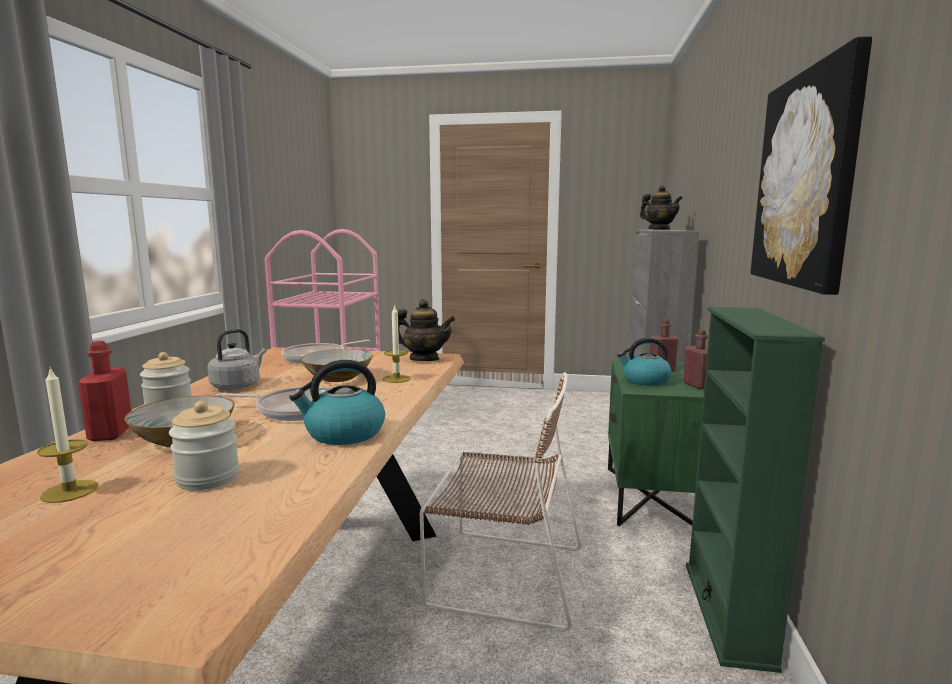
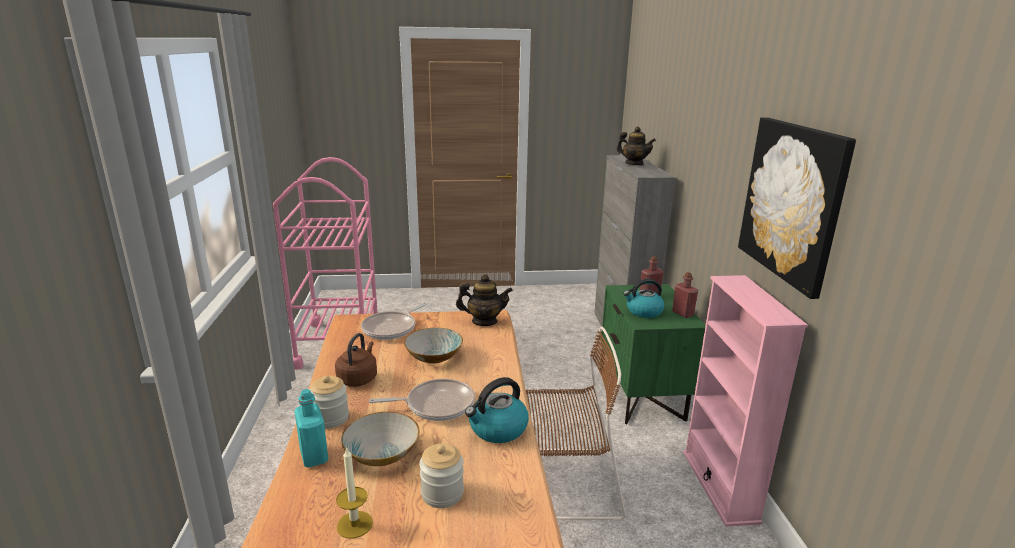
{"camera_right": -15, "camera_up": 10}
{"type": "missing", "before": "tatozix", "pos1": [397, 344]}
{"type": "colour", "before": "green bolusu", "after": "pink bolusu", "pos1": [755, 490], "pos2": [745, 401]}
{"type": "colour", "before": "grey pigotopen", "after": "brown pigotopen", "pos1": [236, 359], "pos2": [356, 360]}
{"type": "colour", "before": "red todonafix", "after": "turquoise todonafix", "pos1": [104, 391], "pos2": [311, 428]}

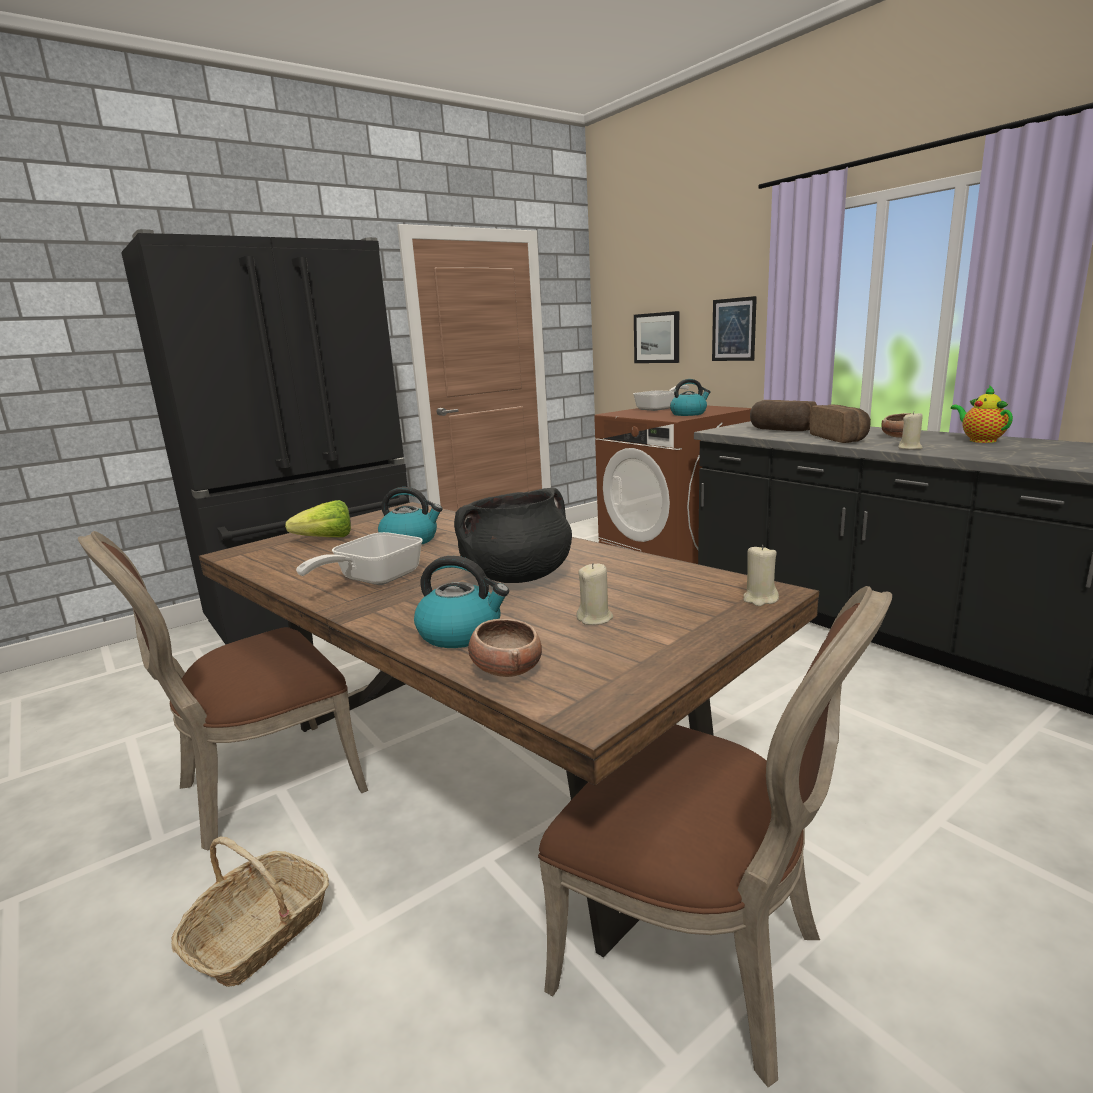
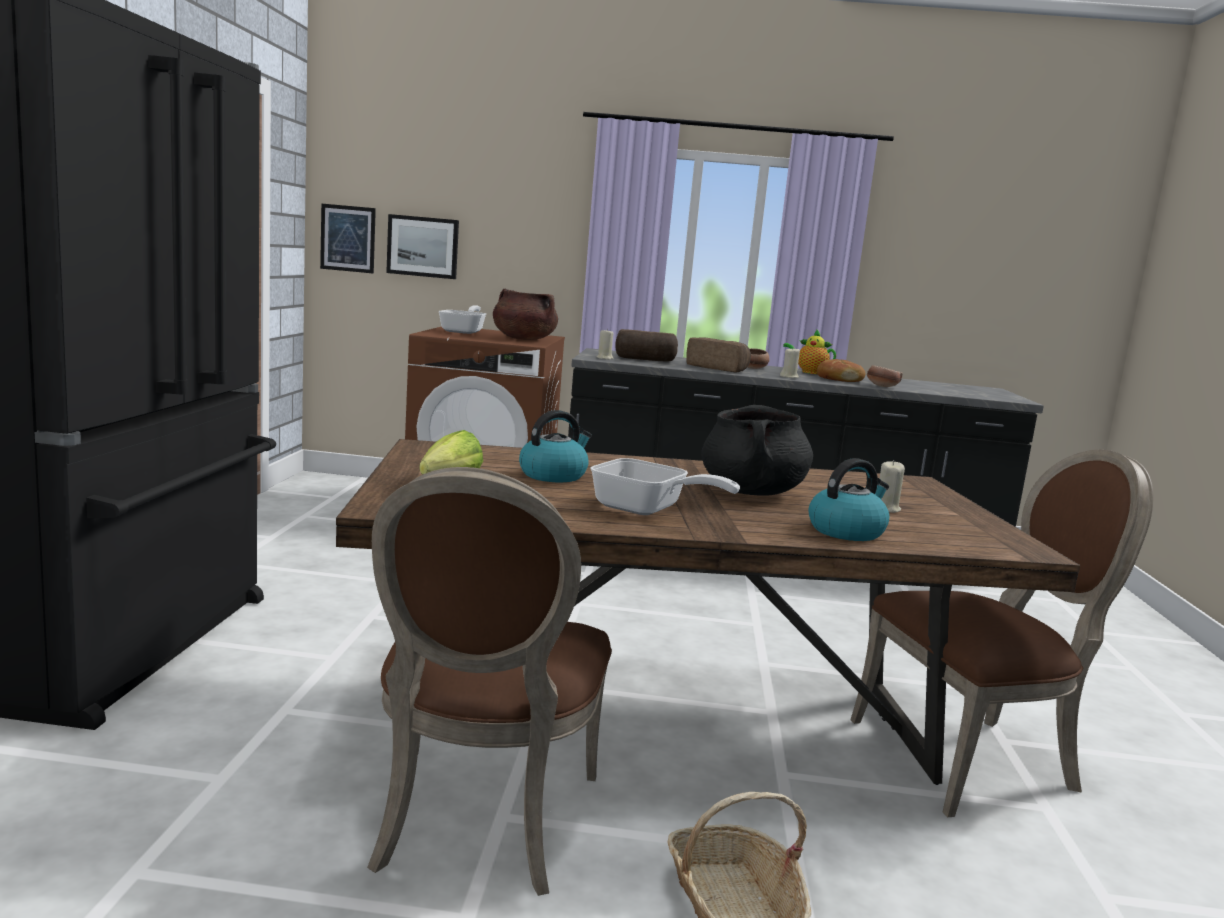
{"camera_right": -50, "camera_up": -5}
{"type": "relocated", "before": "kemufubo", "pos1": [734, 328], "pos2": [348, 238]}
{"type": "exchanged", "before": "pigotopen", "after": "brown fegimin", "pos1": [690, 397], "pos2": [525, 314]}
{"type": "spun", "before": "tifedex", "pos1": [359, 558], "pos2": [665, 486], "turn": -45}
{"type": "relocated", "before": "beige tatozix", "pos1": [761, 575], "pos2": [604, 344]}
{"type": "relocated", "before": "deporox", "pos1": [505, 648], "pos2": [885, 376]}
{"type": "appeared", "after": "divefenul", "pos2": [841, 370]}

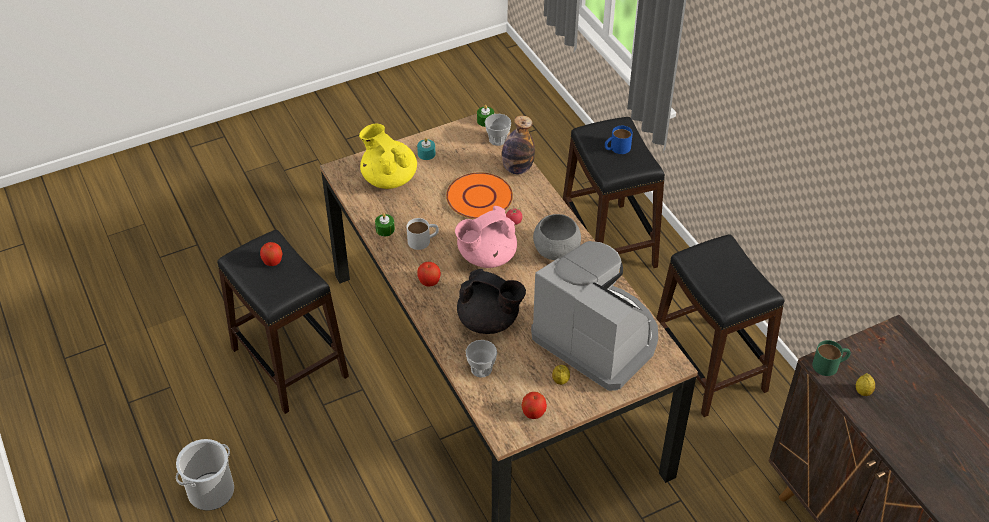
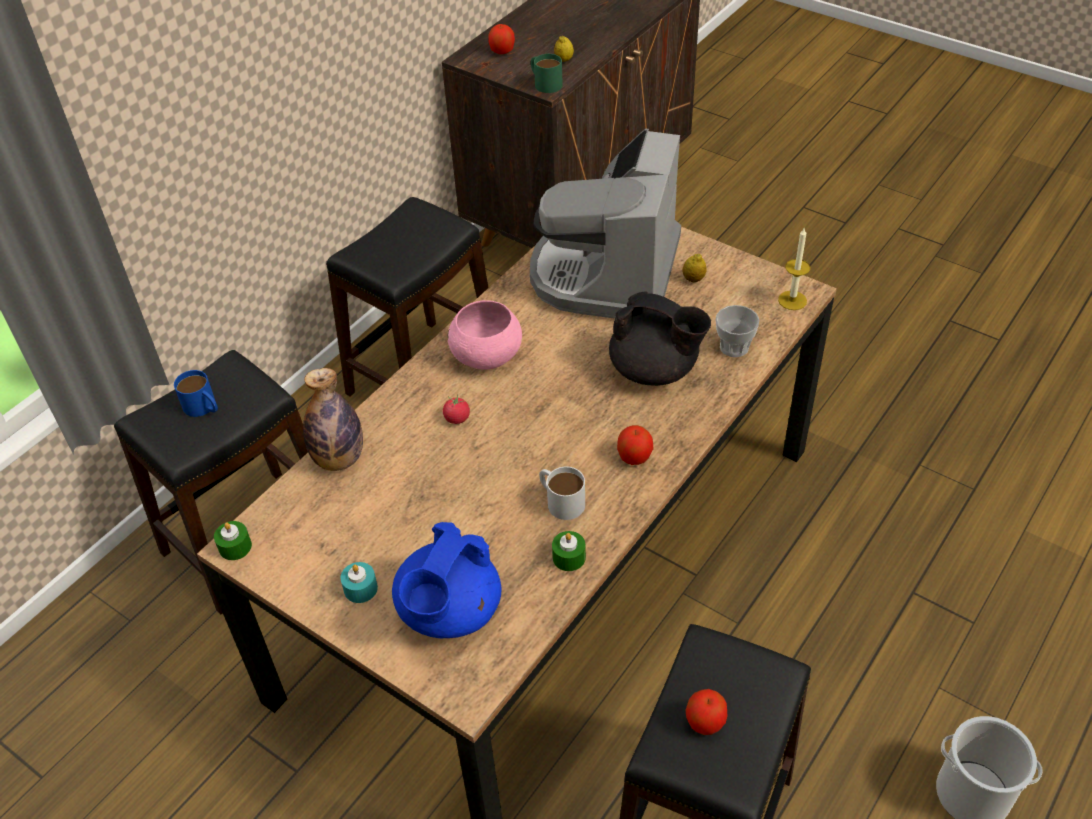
{"camera_right": -115, "camera_up": 0}
{"type": "missing", "before": "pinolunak", "pos1": [498, 130]}
{"type": "colour", "before": "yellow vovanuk", "after": "blue vovanuk", "pos1": [388, 156], "pos2": [446, 580]}
{"type": "missing", "before": "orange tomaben", "pos1": [479, 195]}
{"type": "missing", "before": "pink vovanuk", "pos1": [486, 237]}
{"type": "colour", "before": "grey deporox", "after": "pink deporox", "pos1": [557, 237], "pos2": [485, 334]}
{"type": "spun", "before": "black vovanuk", "pos1": [491, 301], "pos2": [660, 338], "turn": 120}
{"type": "relocated", "before": "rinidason", "pos1": [534, 405], "pos2": [501, 39]}
{"type": "appeared", "after": "tatozix", "pos2": [794, 269]}

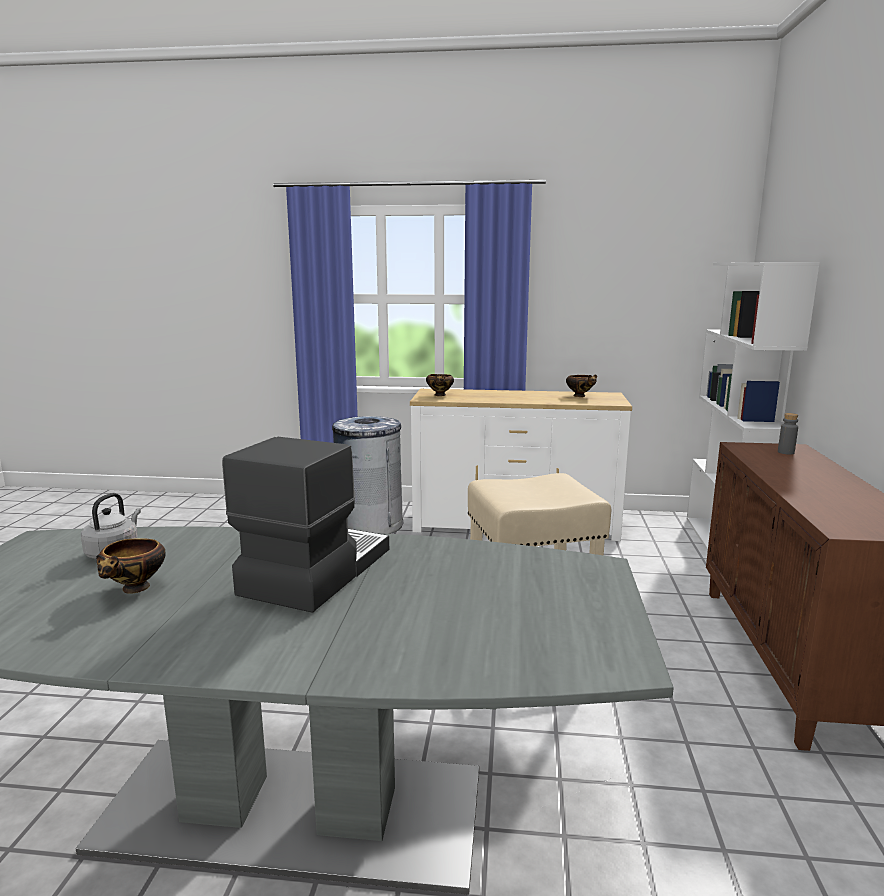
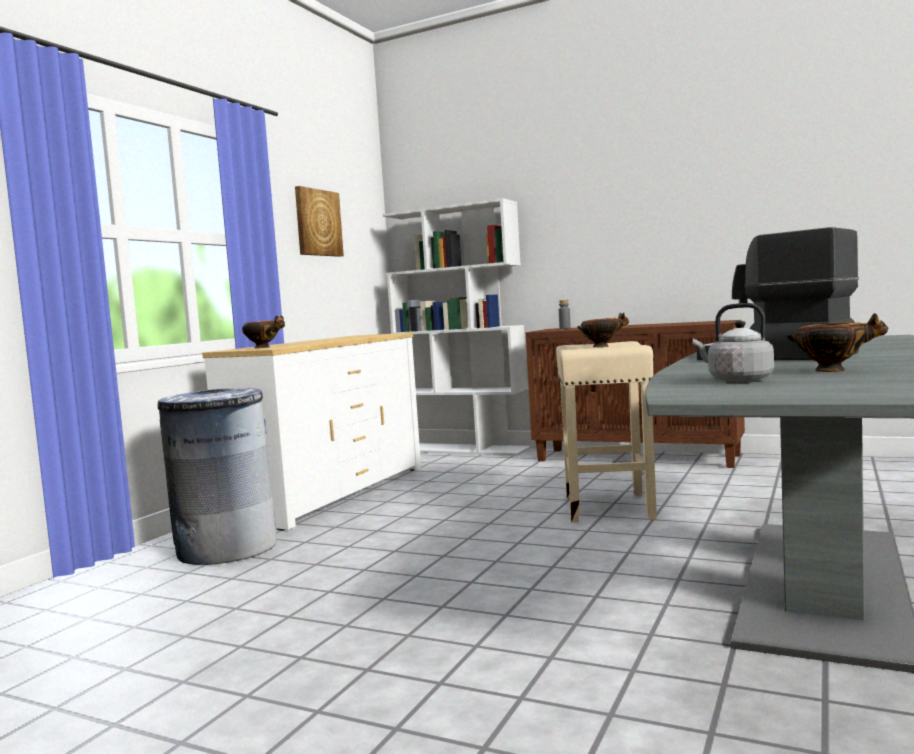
{"camera_right": -70, "camera_up": -10}
{"type": "relocated", "before": "deporox", "pos1": [581, 385], "pos2": [603, 330]}
{"type": "appeared", "after": "kemufubo", "pos2": [319, 221]}

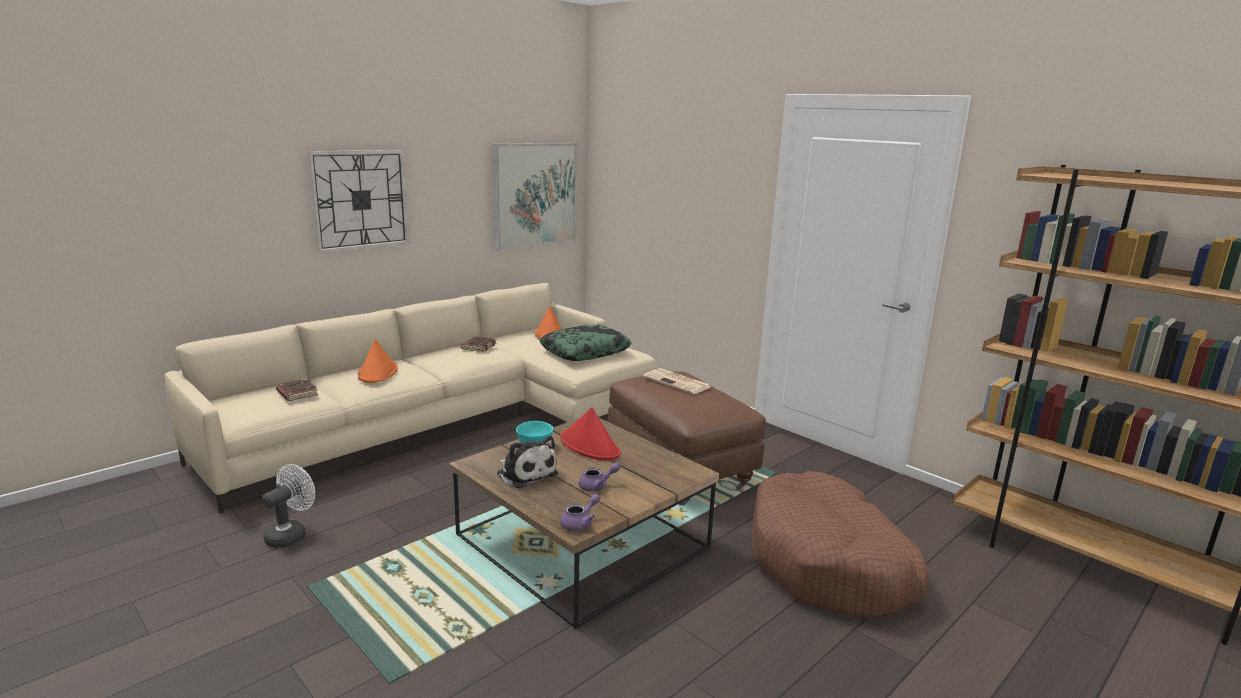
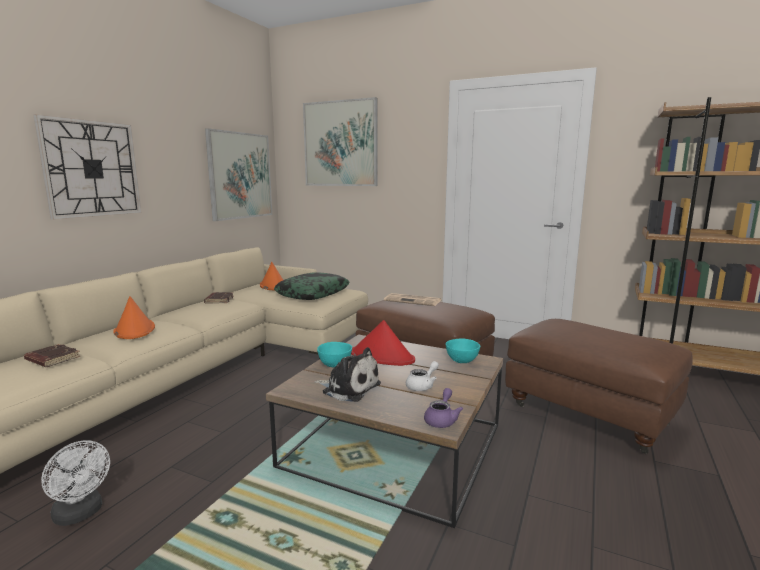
{"camera_right": -20, "camera_up": -5}
{"type": "colour", "before": "purple vovanuk", "after": "white vovanuk", "pos1": [599, 477], "pos2": [422, 376]}
{"type": "spun", "before": "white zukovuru", "pos1": [288, 506], "pos2": [75, 483], "turn": 120}
{"type": "exchanged", "before": "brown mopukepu", "after": "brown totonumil", "pos1": [840, 544], "pos2": [599, 386]}
{"type": "appeared", "after": "kemufubo", "pos2": [340, 141]}
{"type": "appeared", "after": "turquoise deporox", "pos2": [463, 351]}

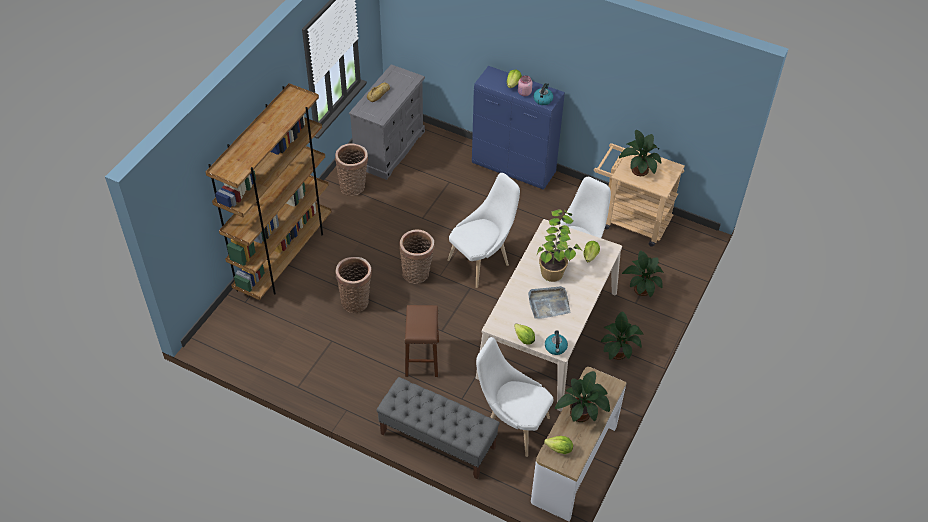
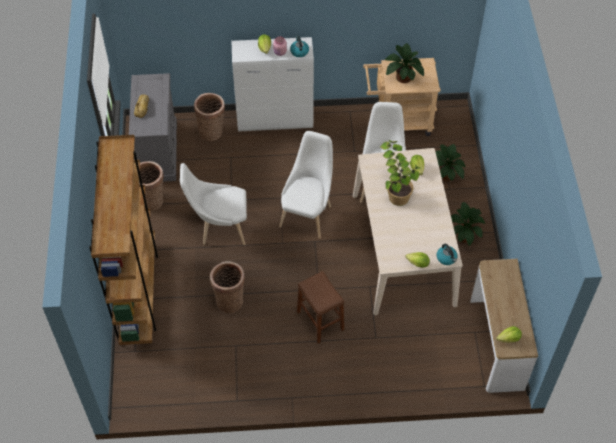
{"camera_right": -30, "camera_up": 5}
{"type": "colour", "before": "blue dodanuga", "after": "white dodanuga", "pos1": [518, 128], "pos2": [272, 84]}
{"type": "relocated", "before": "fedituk", "pos1": [417, 257], "pos2": [209, 117]}
{"type": "missing", "before": "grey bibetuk", "pos1": [549, 302]}
{"type": "relocated", "before": "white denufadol", "pos1": [515, 397], "pos2": [213, 204]}
{"type": "missing", "before": "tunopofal", "pos1": [582, 396]}
{"type": "missing", "before": "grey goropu", "pos1": [438, 428]}

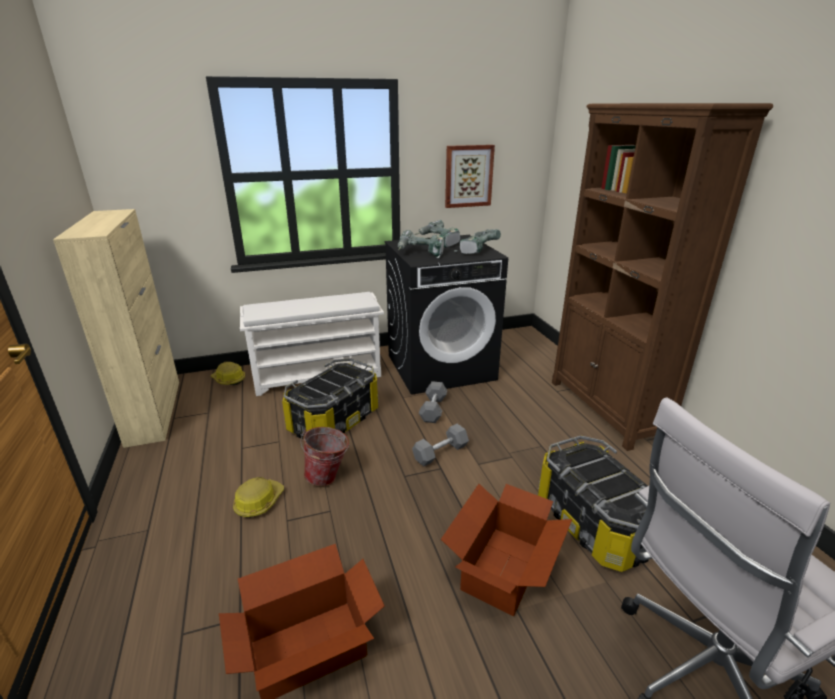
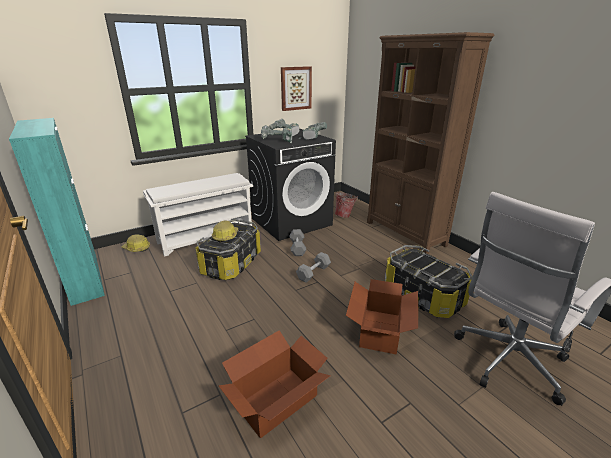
{"camera_right": -15, "camera_up": 0}
{"type": "colour", "before": "beige dodanuga", "after": "turquoise dodanuga", "pos1": [116, 328], "pos2": [57, 212]}
{"type": "relocated", "before": "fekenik", "pos1": [325, 456], "pos2": [346, 205]}
{"type": "relocated", "before": "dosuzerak", "pos1": [258, 497], "pos2": [225, 231]}

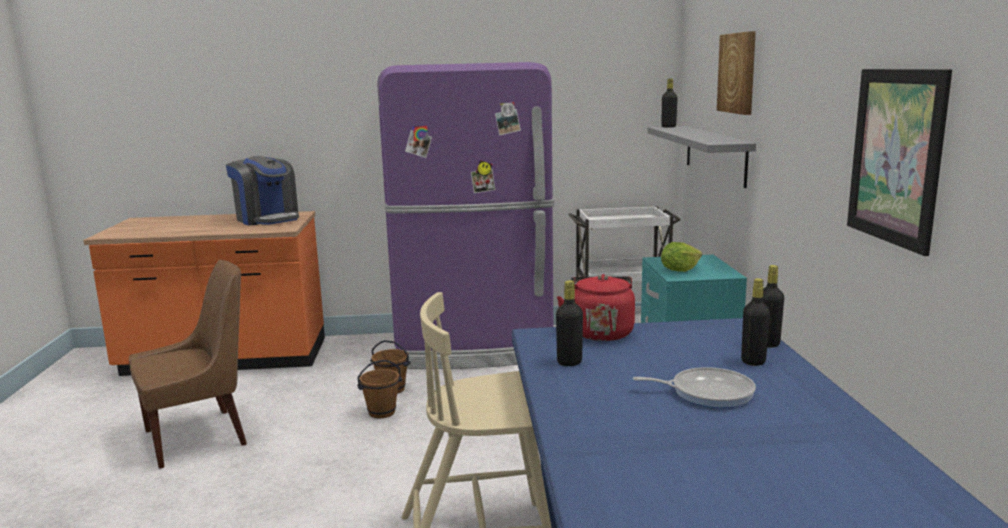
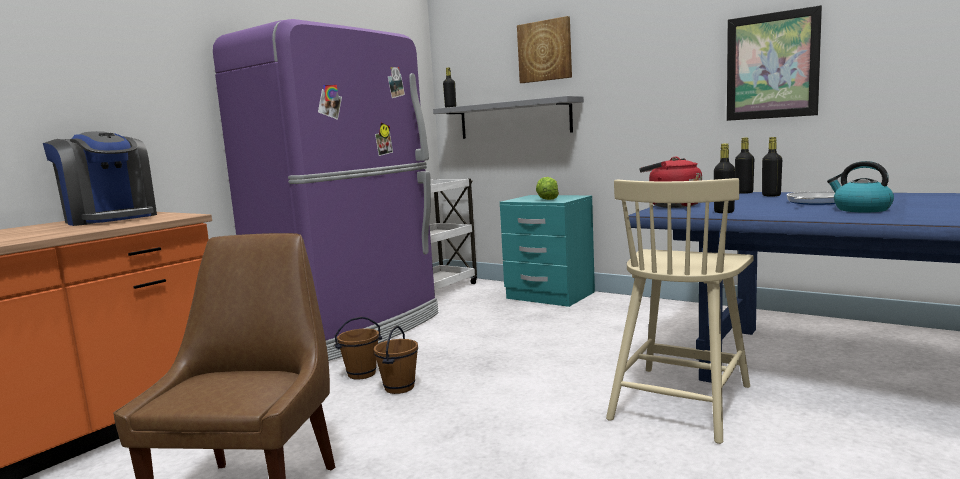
{"camera_right": -50, "camera_up": -5}
{"type": "spun", "before": "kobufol", "pos1": [262, 191], "pos2": [100, 178], "turn": 45}
{"type": "appeared", "after": "pigotopen", "pos2": [860, 186]}

